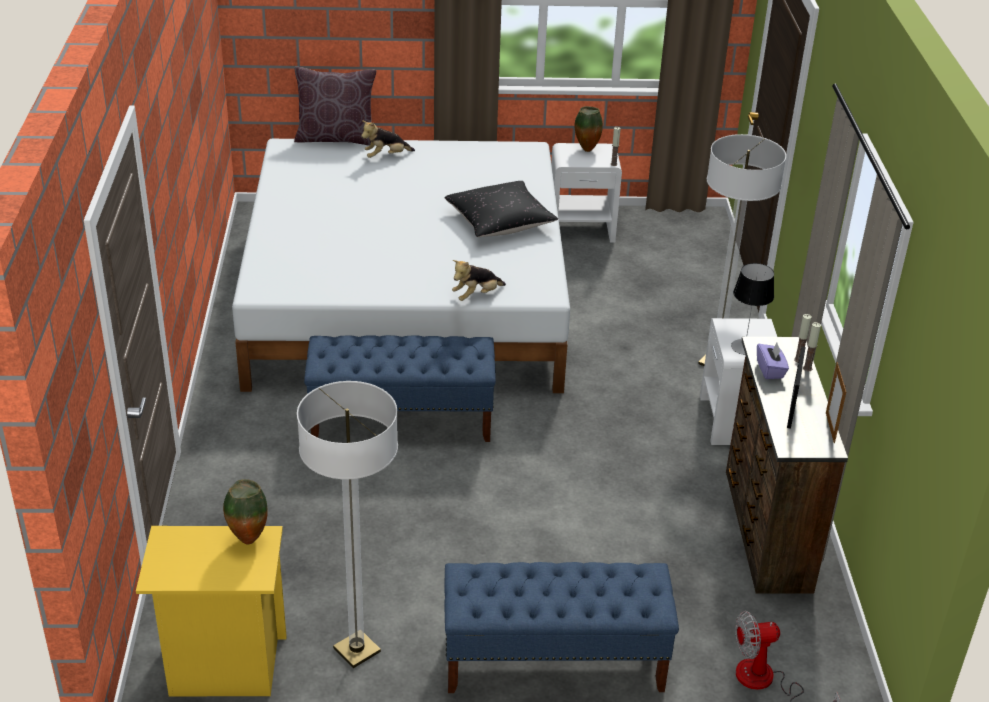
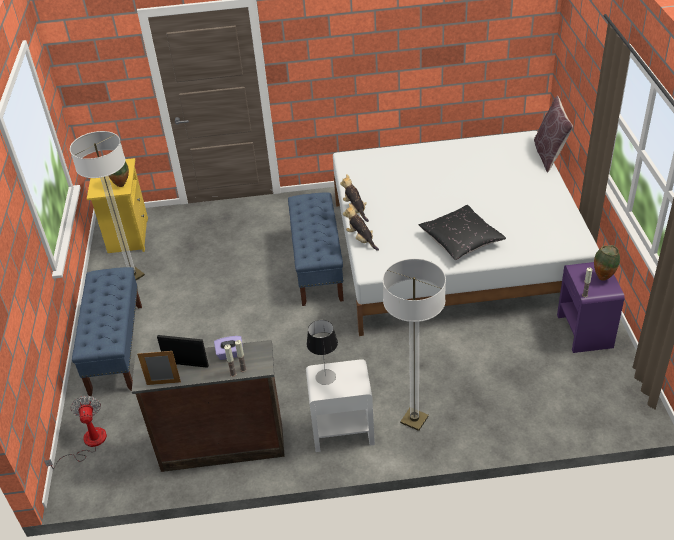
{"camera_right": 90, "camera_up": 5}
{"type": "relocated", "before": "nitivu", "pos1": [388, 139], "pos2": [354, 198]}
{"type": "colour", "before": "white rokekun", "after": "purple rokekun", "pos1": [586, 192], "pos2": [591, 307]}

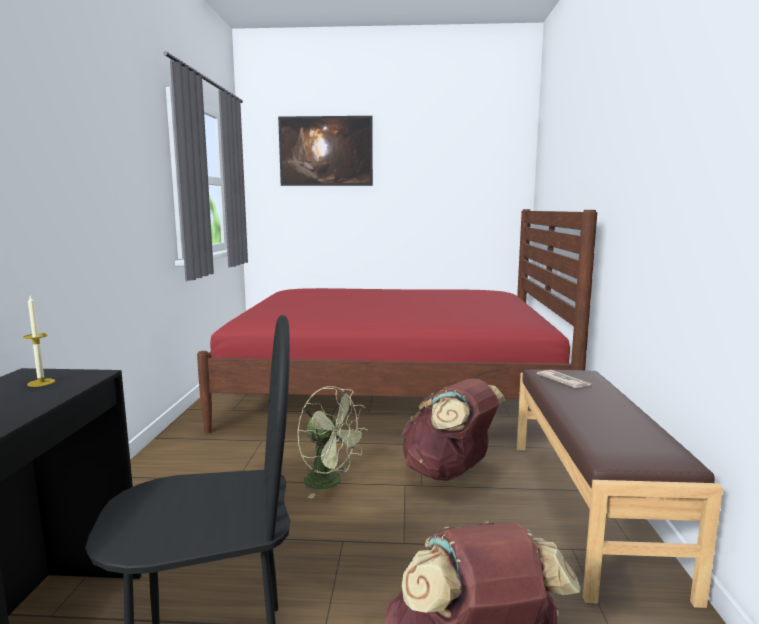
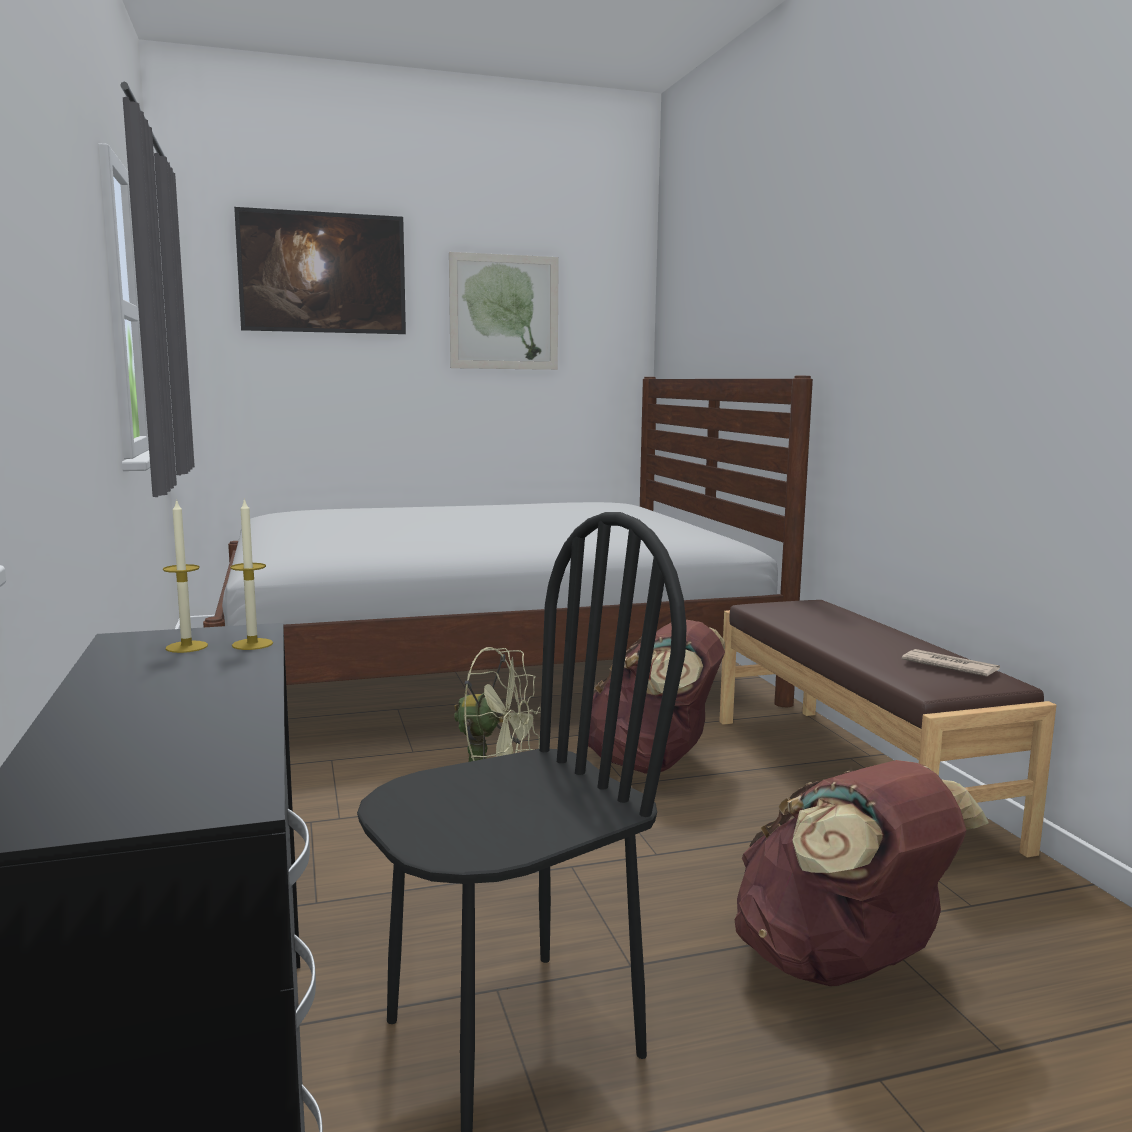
{"camera_right": -20, "camera_up": 0}
{"type": "colour", "before": "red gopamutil", "after": "white gopamutil", "pos1": [397, 321], "pos2": [508, 541]}
{"type": "relocated", "before": "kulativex", "pos1": [564, 379], "pos2": [951, 662]}
{"type": "appeared", "after": "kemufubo", "pos2": [504, 311]}
{"type": "appeared", "after": "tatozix", "pos2": [251, 574]}

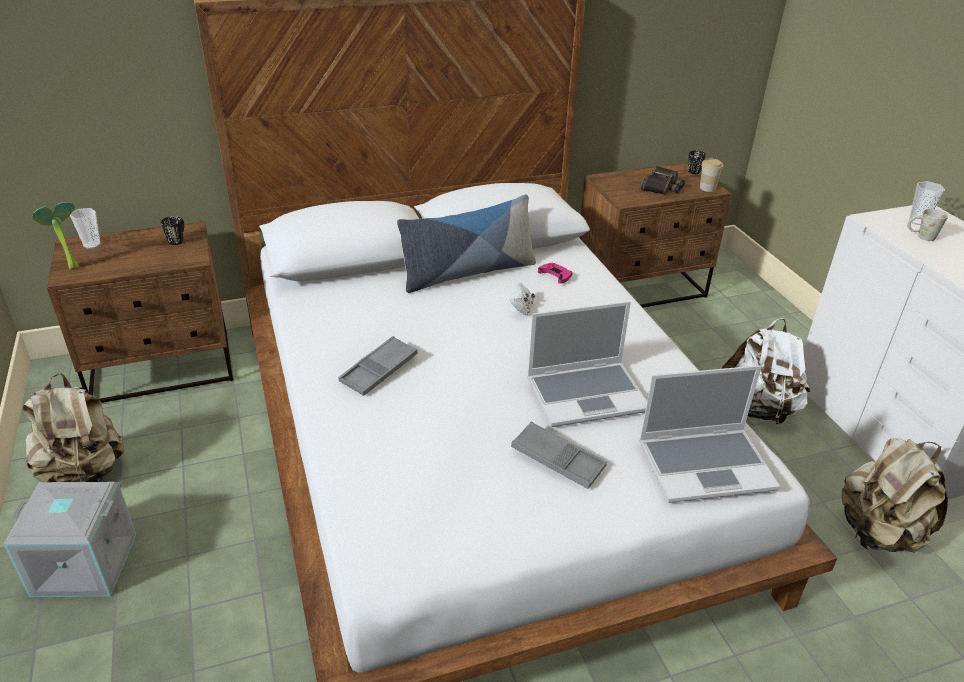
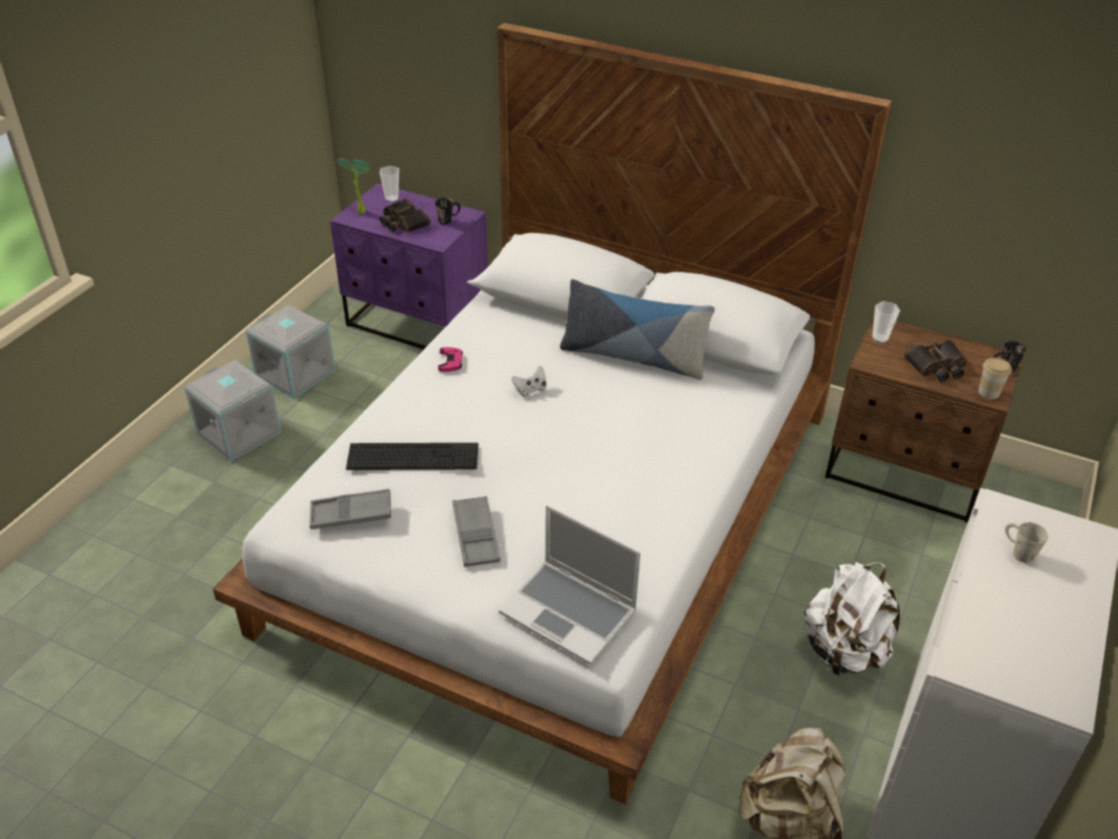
{"camera_right": 45, "camera_up": 5}
{"type": "relocated", "before": "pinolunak", "pos1": [927, 203], "pos2": [886, 322]}
{"type": "colour", "before": "brown rokekun", "after": "purple rokekun", "pos1": [140, 312], "pos2": [409, 266]}
{"type": "relocated", "before": "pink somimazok", "pos1": [555, 273], "pos2": [450, 359]}
{"type": "relocated", "before": "white somimazok", "pos1": [522, 299], "pos2": [529, 381]}
{"type": "missing", "before": "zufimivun", "pos1": [587, 364]}
{"type": "relocated", "before": "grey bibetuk", "pos1": [378, 366], "pos2": [350, 509]}
{"type": "exchanged", "before": "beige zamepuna", "after": "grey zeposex", "pos1": [73, 427], "pos2": [291, 352]}
{"type": "appeared", "after": "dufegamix", "pos2": [405, 216]}
{"type": "appeared", "after": "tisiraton", "pos2": [412, 456]}

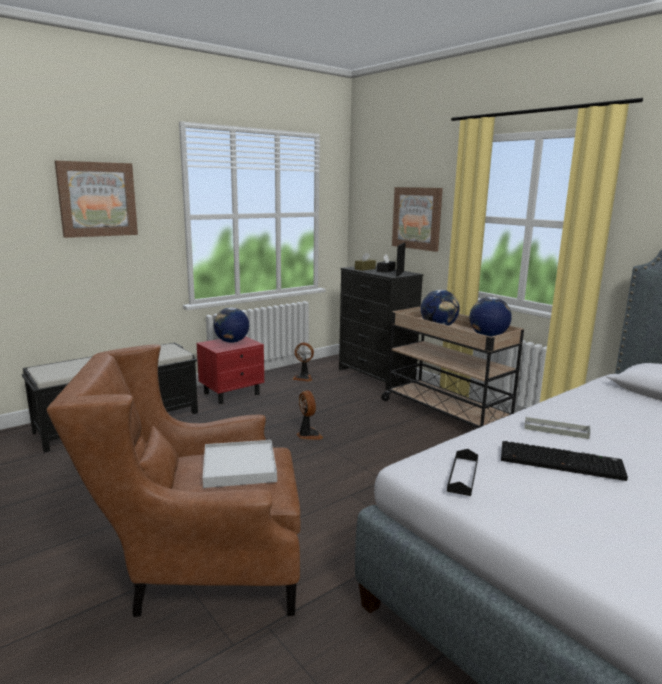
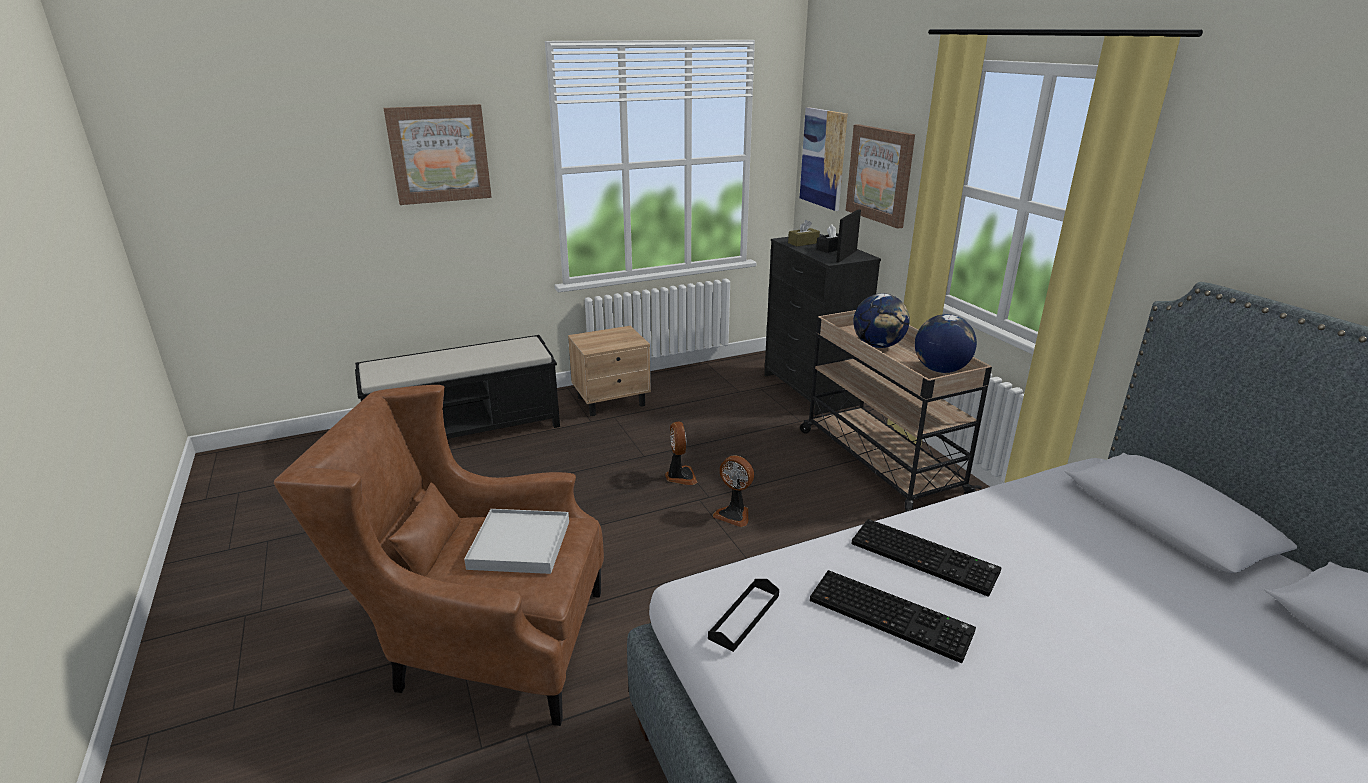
{"camera_right": 15, "camera_up": 10}
{"type": "missing", "before": "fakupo", "pos1": [231, 325]}
{"type": "colour", "before": "red rokekun", "after": "beige rokekun", "pos1": [230, 370], "pos2": [609, 371]}
{"type": "relocated", "before": "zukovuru", "pos1": [303, 362], "pos2": [733, 491]}
{"type": "exchanged", "before": "grey bibetuk", "after": "tisiraton", "pos1": [557, 428], "pos2": [926, 558]}
{"type": "appeared", "after": "kemufubo", "pos2": [824, 159]}

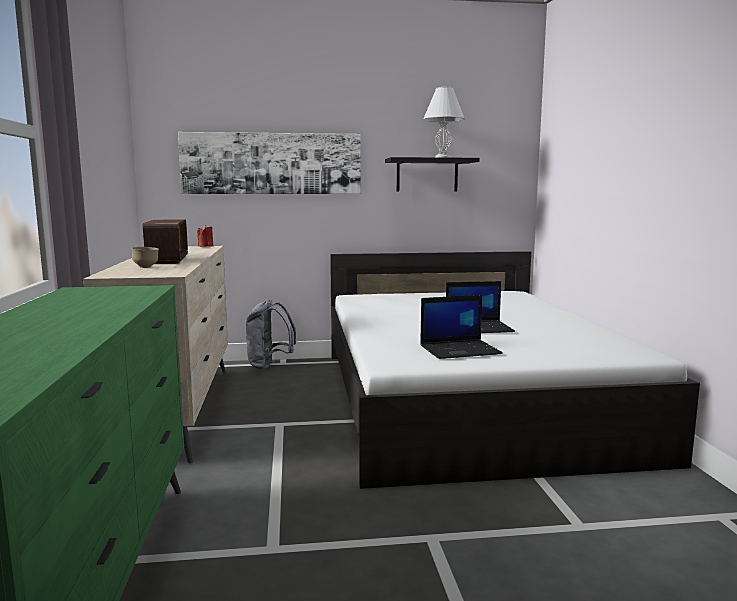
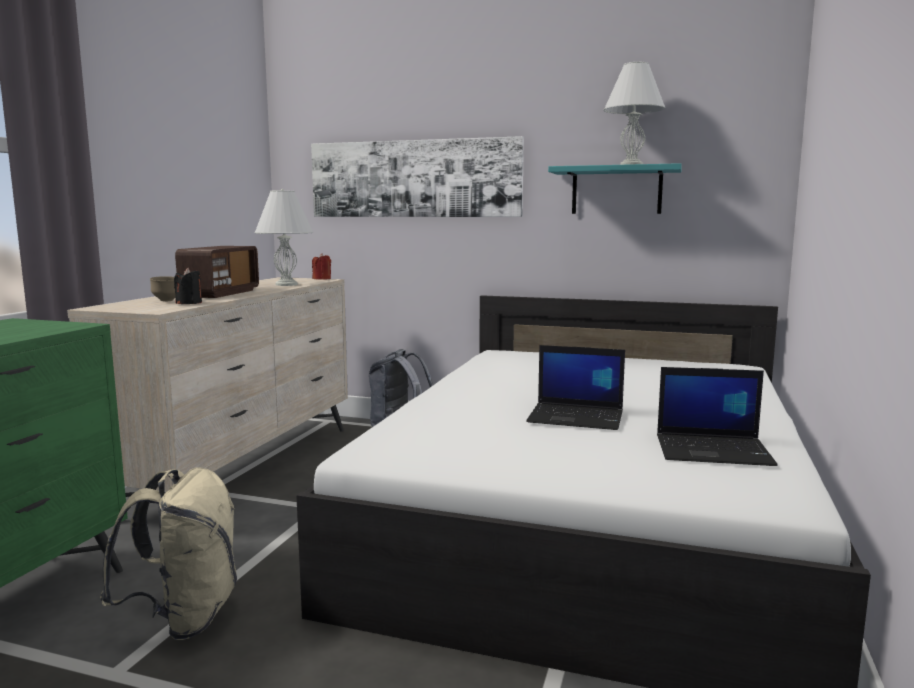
{"camera_right": 25, "camera_up": 0}
{"type": "colour", "before": "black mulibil", "after": "turquoise mulibil", "pos1": [432, 174], "pos2": [615, 188]}
{"type": "relocated", "before": "zufimivun", "pos1": [461, 327], "pos2": [717, 416]}
{"type": "appeared", "after": "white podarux", "pos2": [284, 237]}
{"type": "appeared", "after": "black tatozix", "pos2": [188, 286]}
{"type": "appeared", "after": "beige zamepuna", "pos2": [168, 553]}

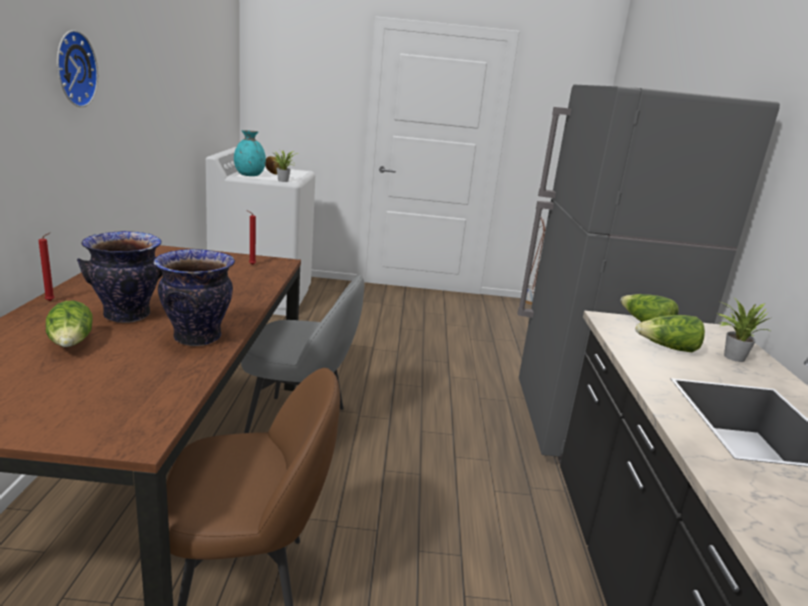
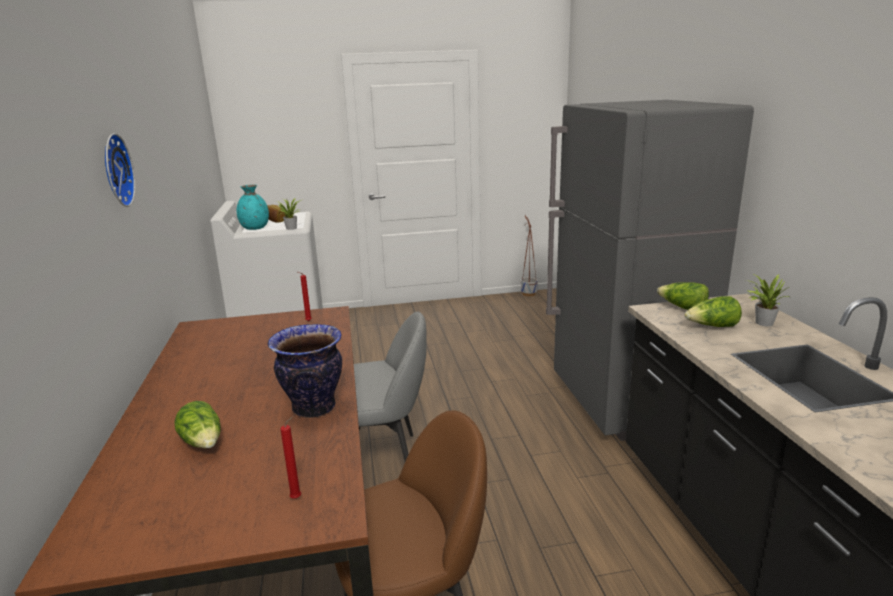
{"camera_right": -10, "camera_up": 0}
{"type": "missing", "before": "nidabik", "pos1": [120, 277]}
{"type": "relocated", "before": "red tatozix", "pos1": [46, 266], "pos2": [291, 457]}

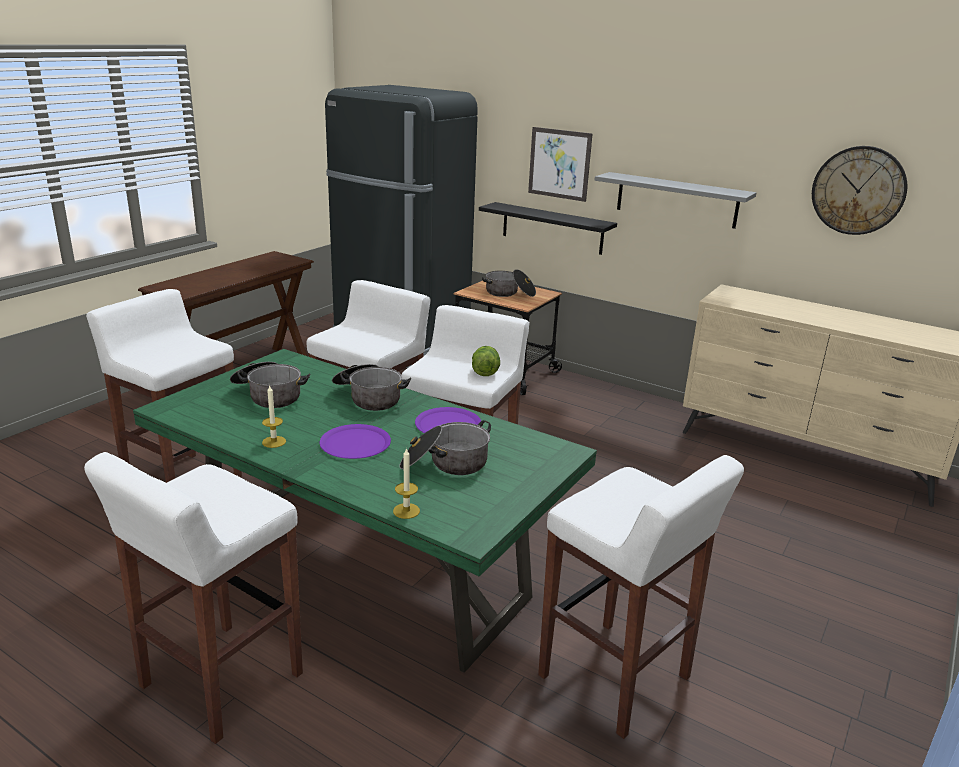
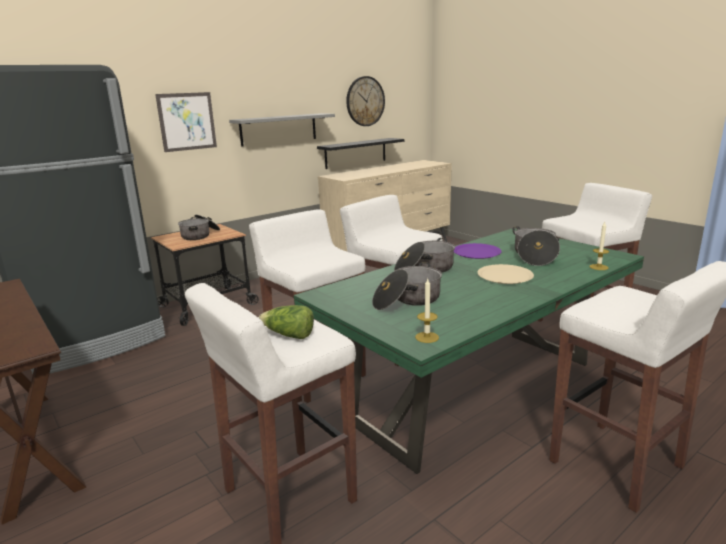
{"camera_right": -70, "camera_up": -5}
{"type": "relocated", "before": "black mulibil", "pos1": [548, 228], "pos2": [360, 153]}
{"type": "relocated", "before": "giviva", "pos1": [486, 361], "pos2": [286, 322]}
{"type": "relocated", "before": "tatozix", "pos1": [274, 416], "pos2": [427, 311]}
{"type": "colour", "before": "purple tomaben", "after": "beige tomaben", "pos1": [355, 441], "pos2": [505, 274]}

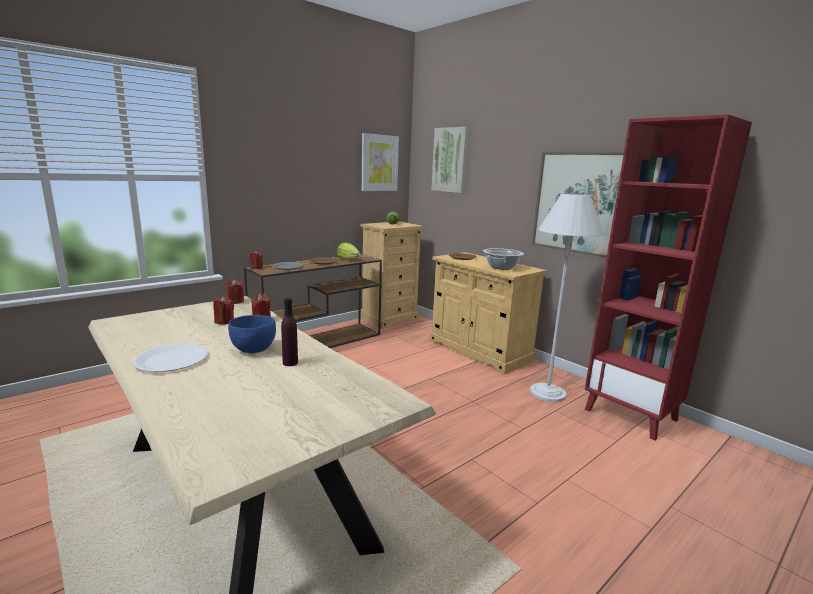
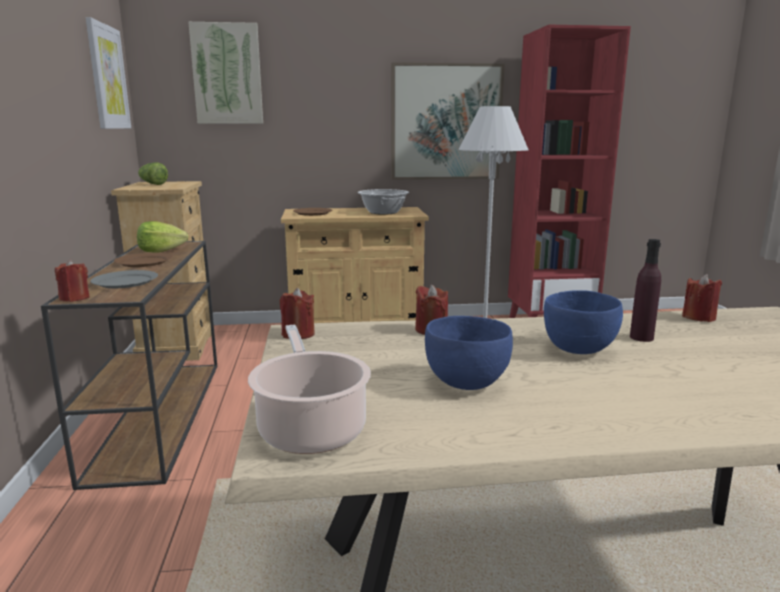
{"camera_right": -55, "camera_up": 0}
{"type": "relocated", "before": "red tatozix", "pos1": [223, 310], "pos2": [702, 298]}
{"type": "missing", "before": "white tomaben", "pos1": [170, 358]}
{"type": "appeared", "after": "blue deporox", "pos2": [469, 353]}
{"type": "appeared", "after": "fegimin", "pos2": [309, 389]}

